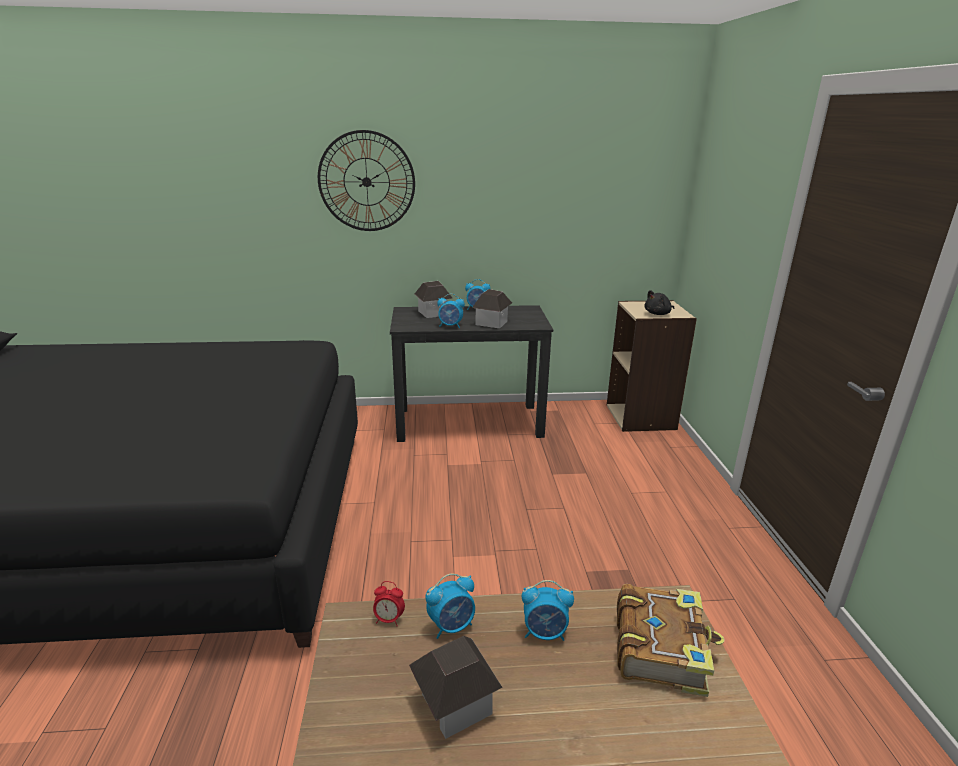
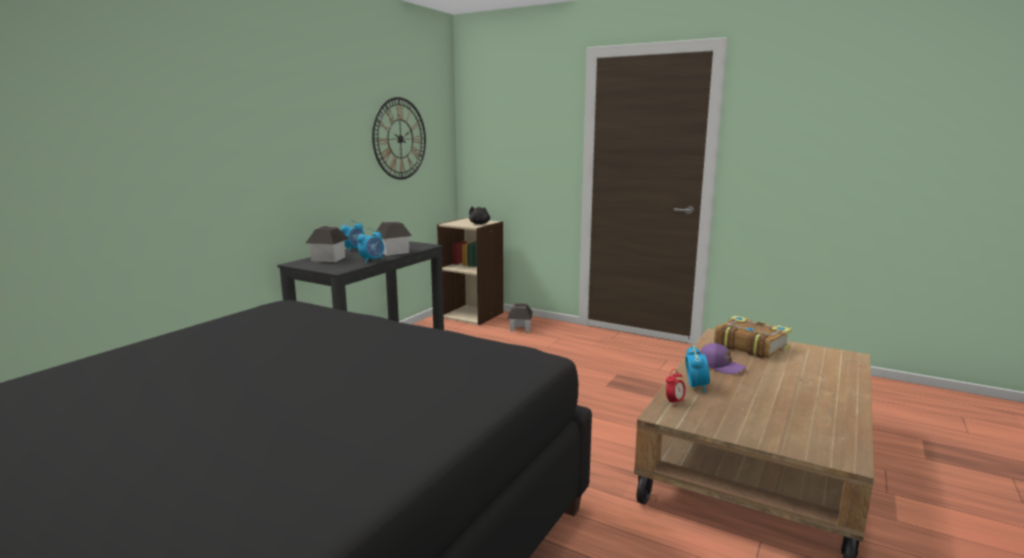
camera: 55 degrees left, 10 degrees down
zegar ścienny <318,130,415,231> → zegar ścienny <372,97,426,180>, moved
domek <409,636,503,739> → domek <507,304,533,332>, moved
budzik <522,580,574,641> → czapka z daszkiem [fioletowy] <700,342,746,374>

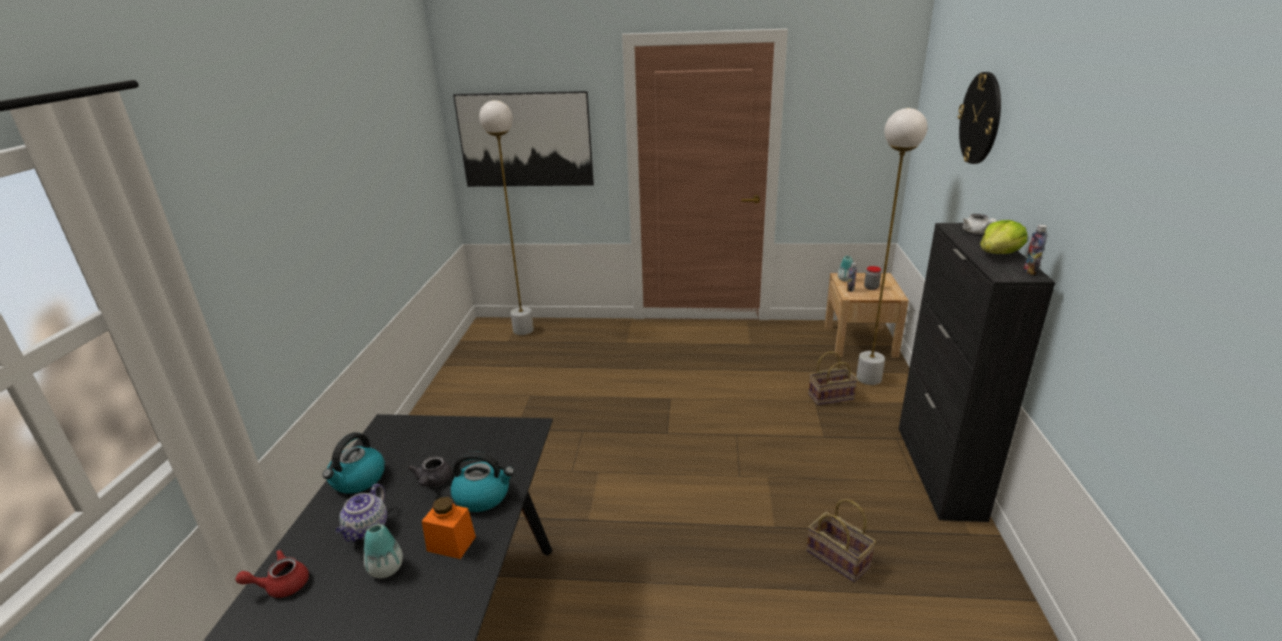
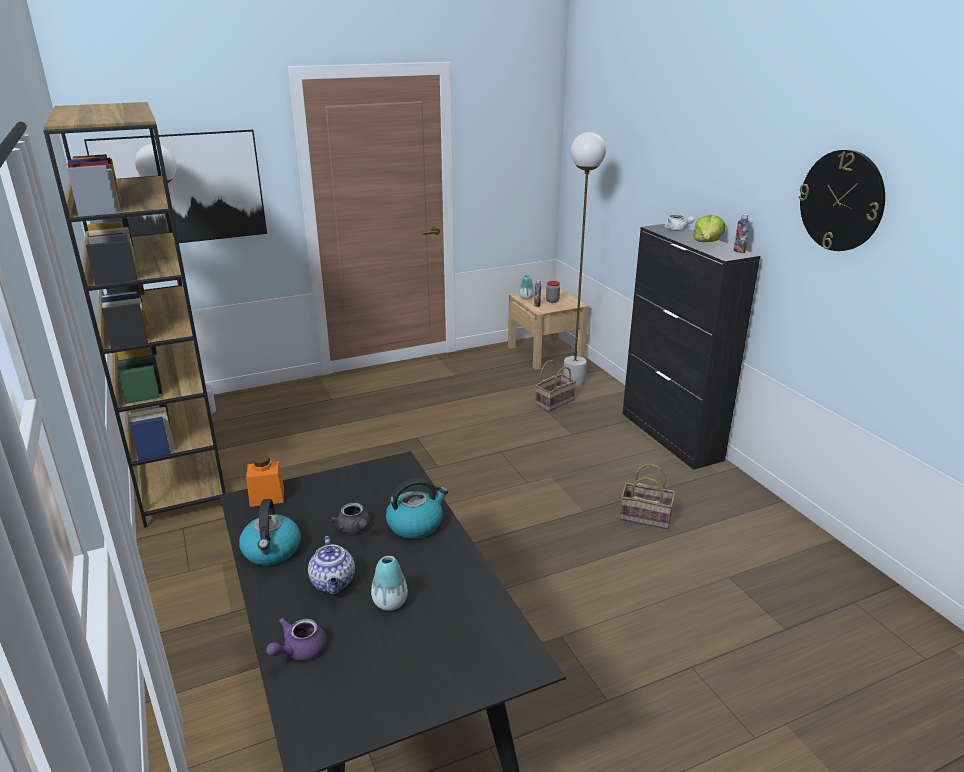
camera: 30 degrees left, 0 degrees up
imbryk [czerwony] <235,550,309,598> → imbryk [fioletowy] <266,618,327,660>
słoik [pomarańczowy] <422,497,476,559> → słoik [pomarańczowy] <246,454,284,507>, moved
zegar ścienny <958,72,1001,164> → zegar ścienny <799,150,885,251>, moved
- → regał [brązowy] <44,102,226,528>

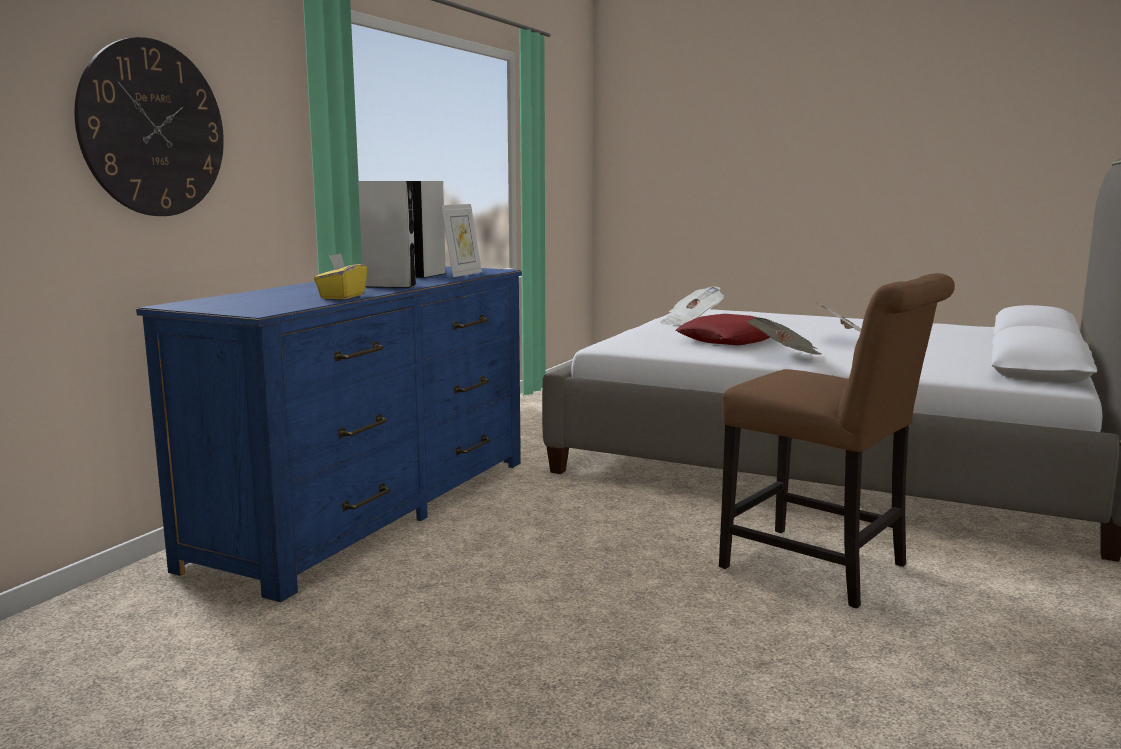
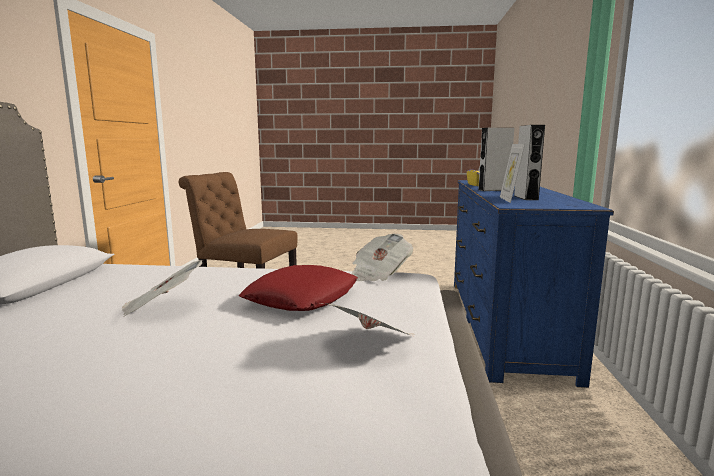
camera: 160 degrees right, 0 degrees up
zegar ścienny <74,37,224,216> → -
gazeta <747,317,821,355> → gazeta <351,233,413,281>, moved

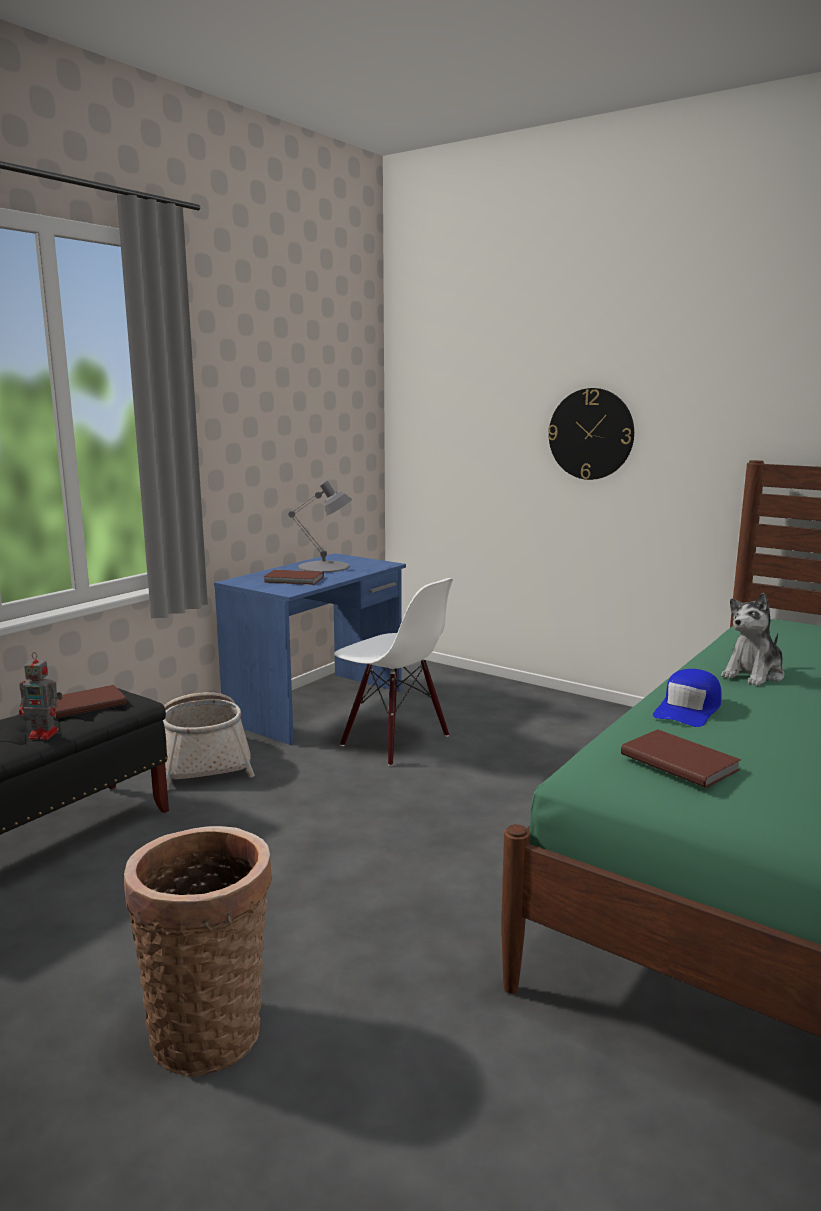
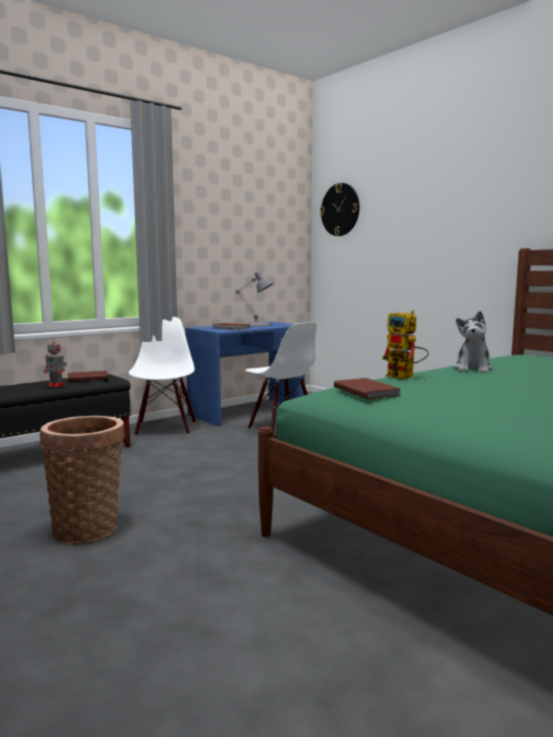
camera: 15 degrees right, 5 degrees down
koszyk <163,692,255,790> → krzesło [biały] <129,317,196,436>
zegar ścienny <548,388,634,480> → zegar ścienny <320,183,360,236>, moved
czapka z daszkiem [niebieski] <653,669,722,727> → robot zabawkowy <382,310,429,380>
pluszak <721,593,784,686> → pluszak <454,311,493,373>, 45 degrees counterclockwise

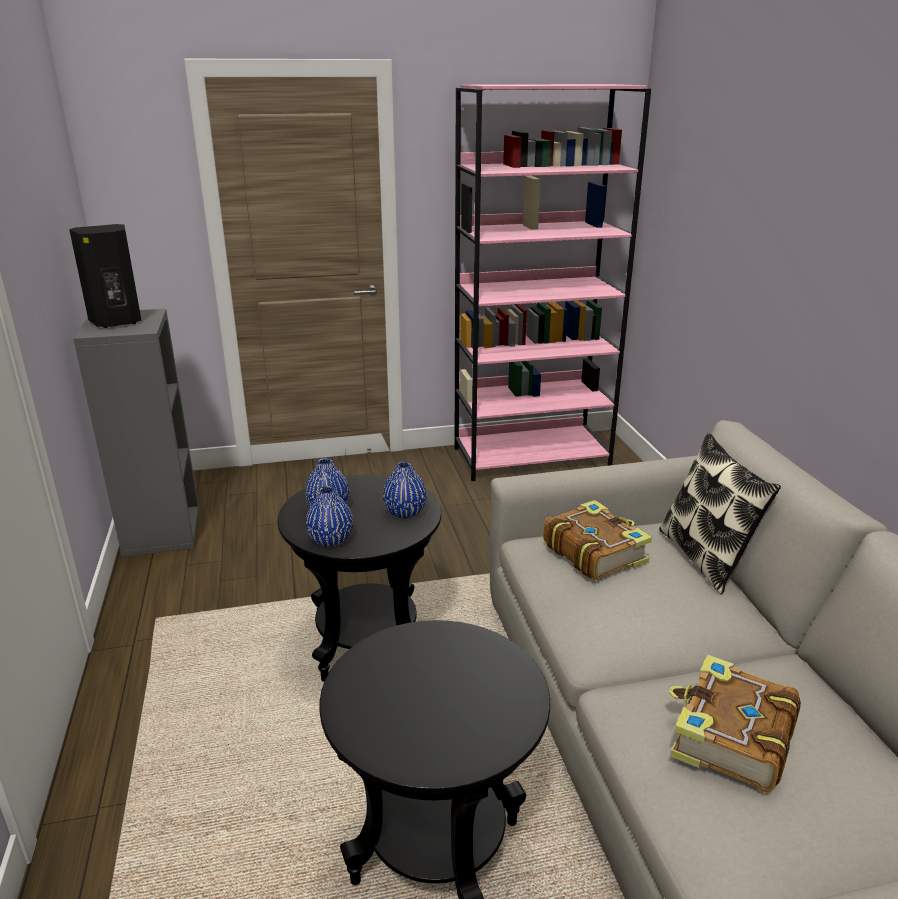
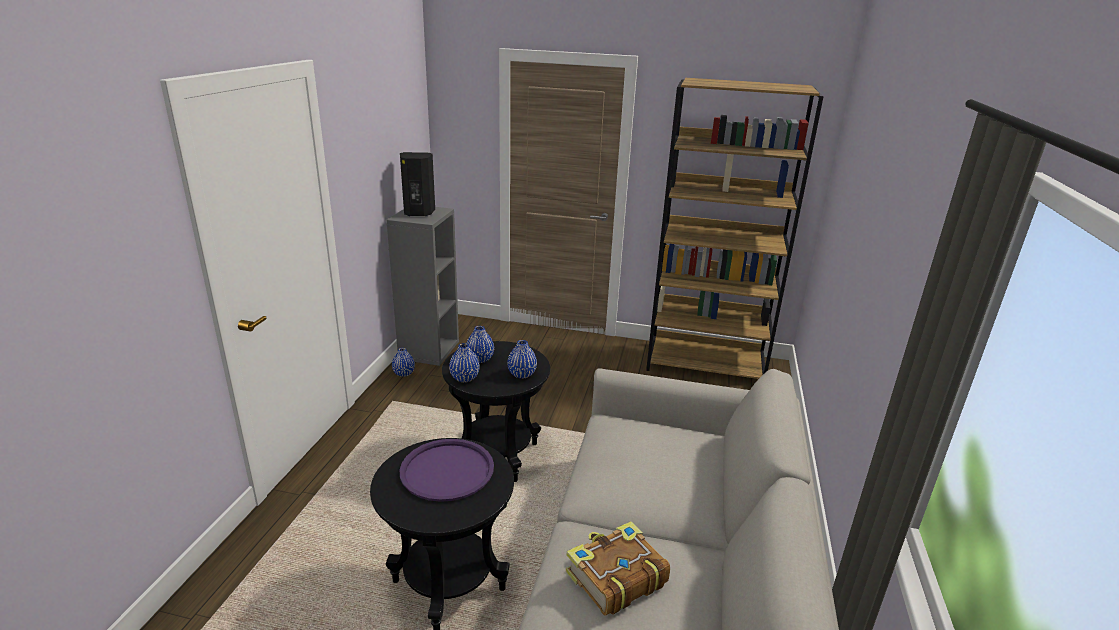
camera: 25 degrees right, 0 degrees up
regał [różowy] <454,84,651,481> → regał [brązowy] <646,78,824,379>
książka <543,500,652,580> → -
poduszka <659,433,781,595> → -
- → wazon [niebieski] <392,348,415,377>
- → taca [fioletowy] <399,439,494,502>

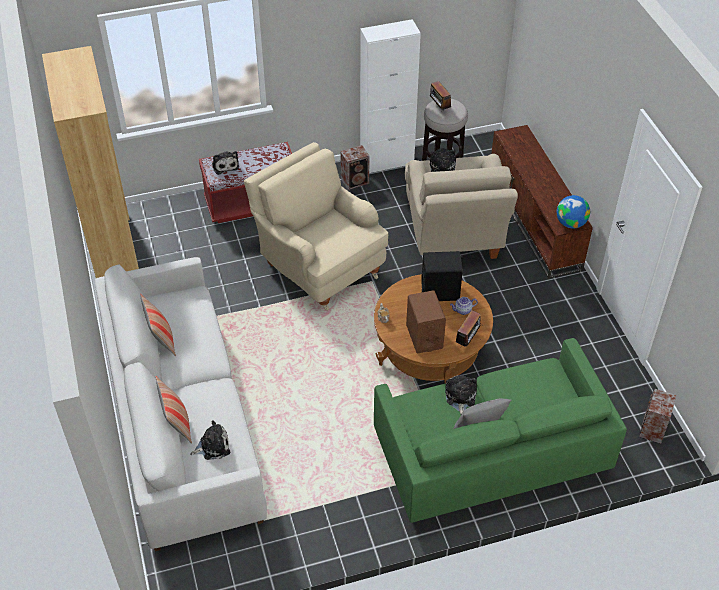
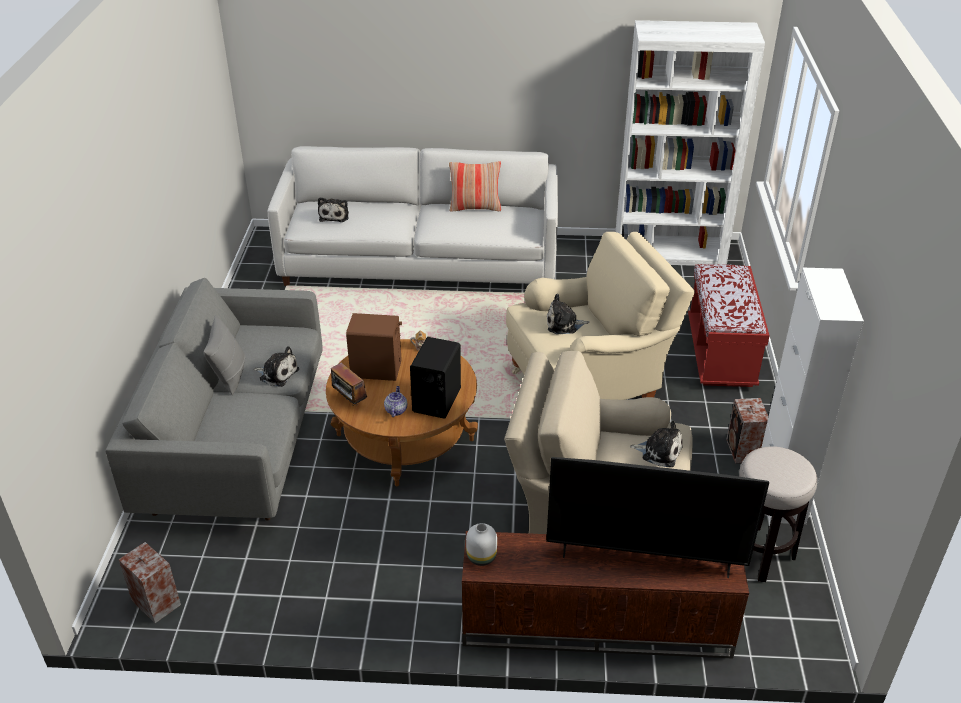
camera: 110 degrees right, 10 degrees down
regał [brązowy] <42,46,139,278> → regał [biały] <615,20,765,266>
poduszka <155,376,192,444> → -
pluszak <212,151,239,175> → pluszak <547,294,589,334>, moved
kanapa [zielony] <374,338,627,523> → kanapa [szary] <105,278,323,520>
radio <430,81,452,110> → -
globus <557,195,590,229> → wazon [biały] <466,523,497,566>
- → telewizor <546,457,769,578>

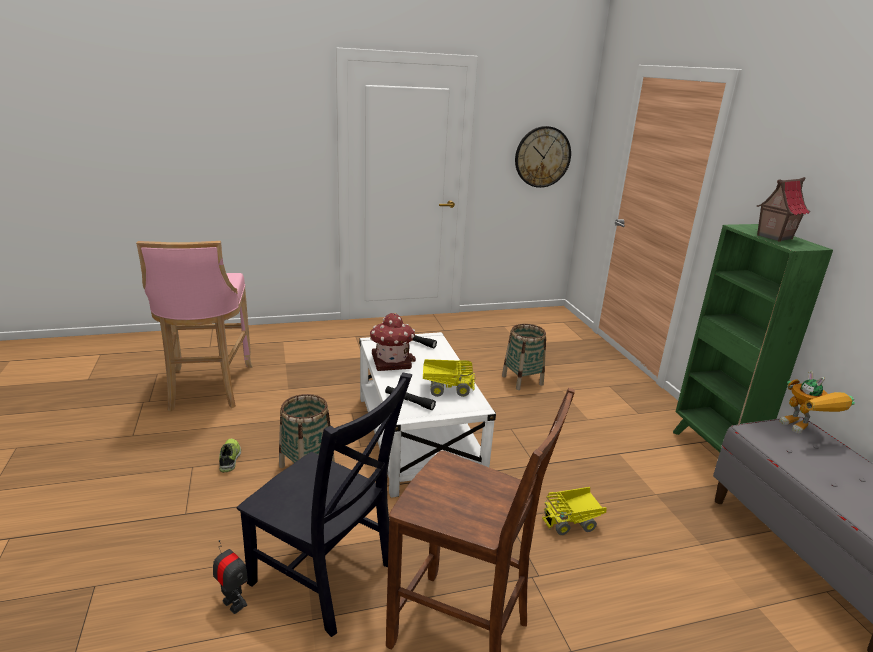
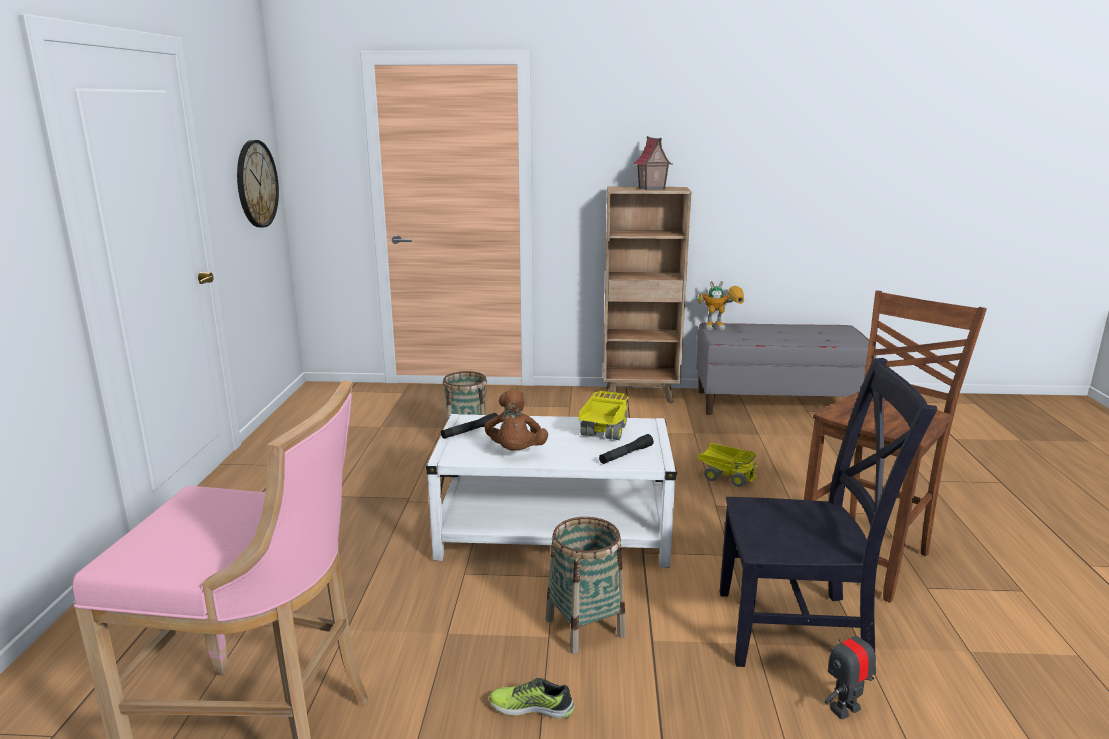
camera: 70 degrees left, 5 degrees down
krzesło [czarny] <237,373,413,637> → krzesło [czarny] <720,358,937,674>, 45 degrees clockwise
domek <370,313,416,371> → pluszak [brązowy] <484,390,548,451>
ciężarówka zabawkowa <542,487,606,535> → ciężarówka zabawkowa <697,443,757,487>, 60 degrees counterclockwise
regał [zielony] <673,224,833,452> → regał [brązowy] <603,187,691,404>

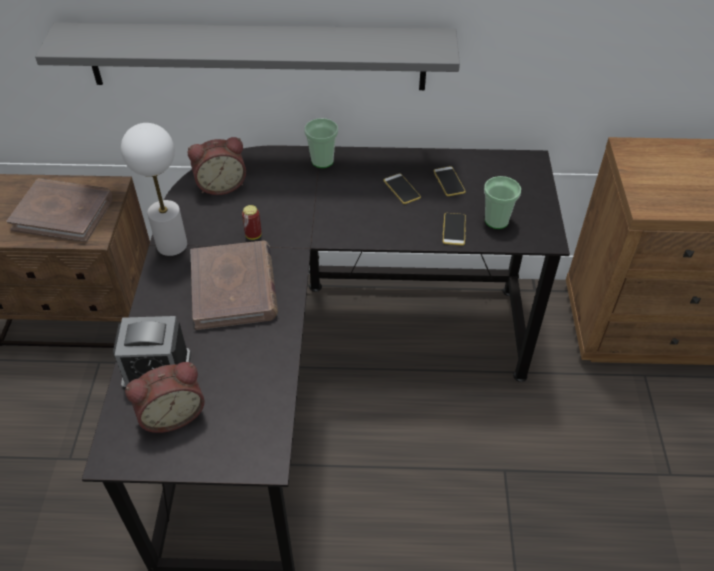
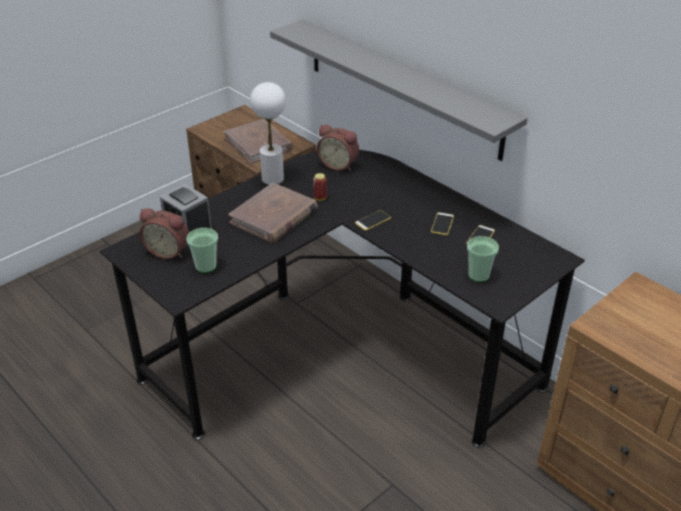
camera: 45 degrees right, 10 degrees down
filiżanka <304,118,338,168> → filiżanka <186,228,218,273>, moved
telefon <443,213,466,246> → telefon <355,210,391,231>, moved

